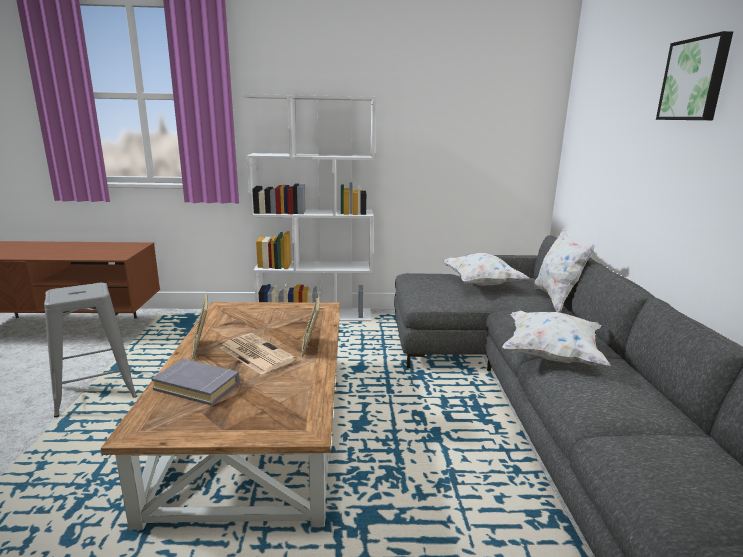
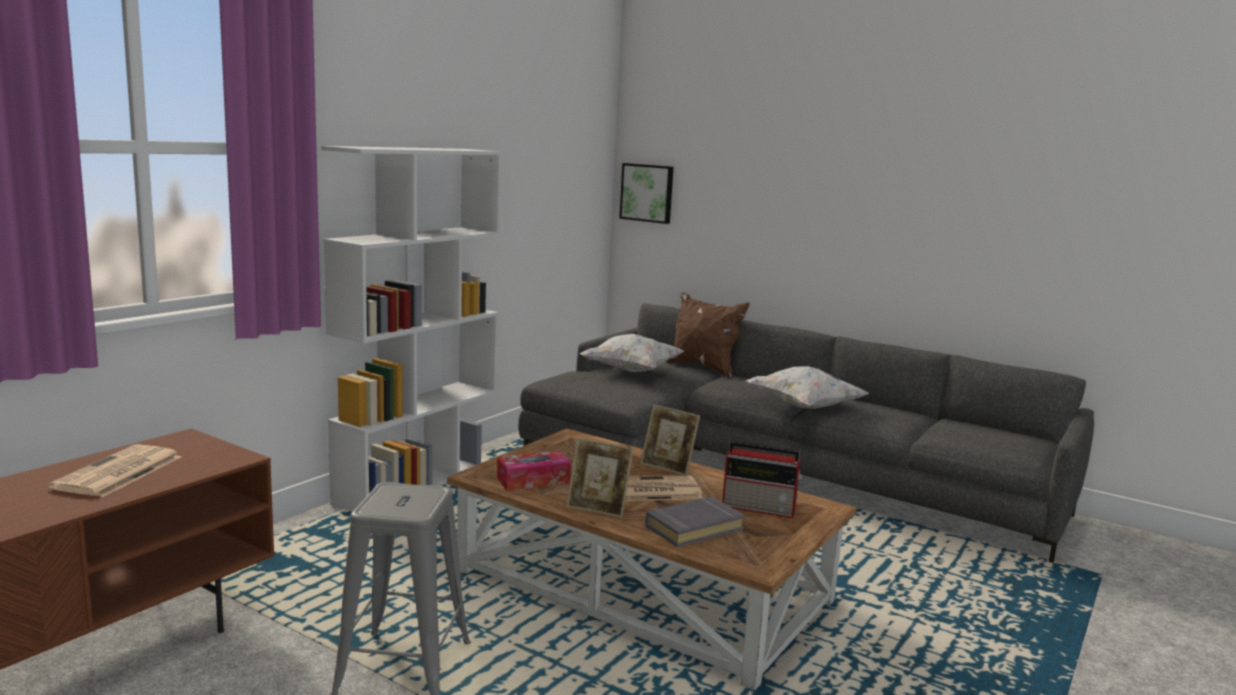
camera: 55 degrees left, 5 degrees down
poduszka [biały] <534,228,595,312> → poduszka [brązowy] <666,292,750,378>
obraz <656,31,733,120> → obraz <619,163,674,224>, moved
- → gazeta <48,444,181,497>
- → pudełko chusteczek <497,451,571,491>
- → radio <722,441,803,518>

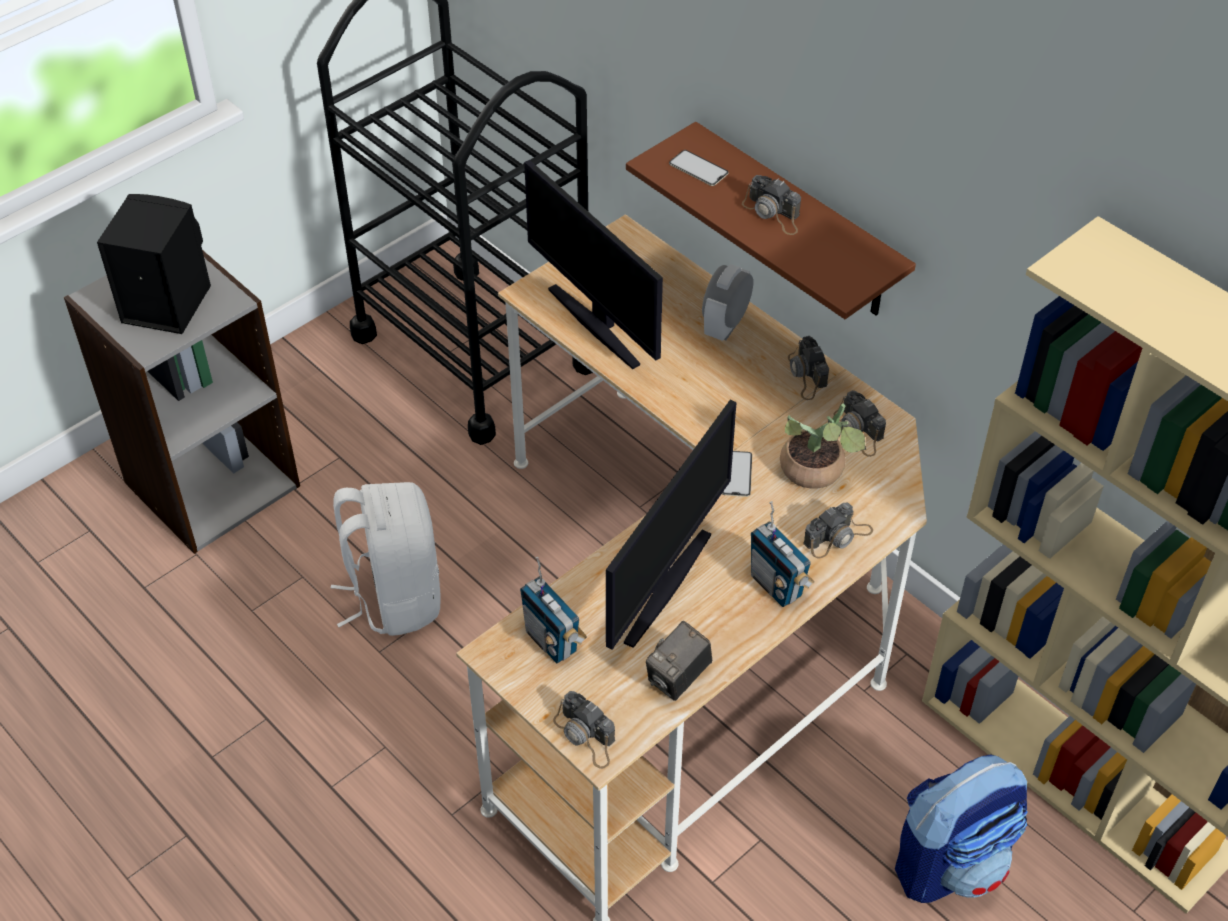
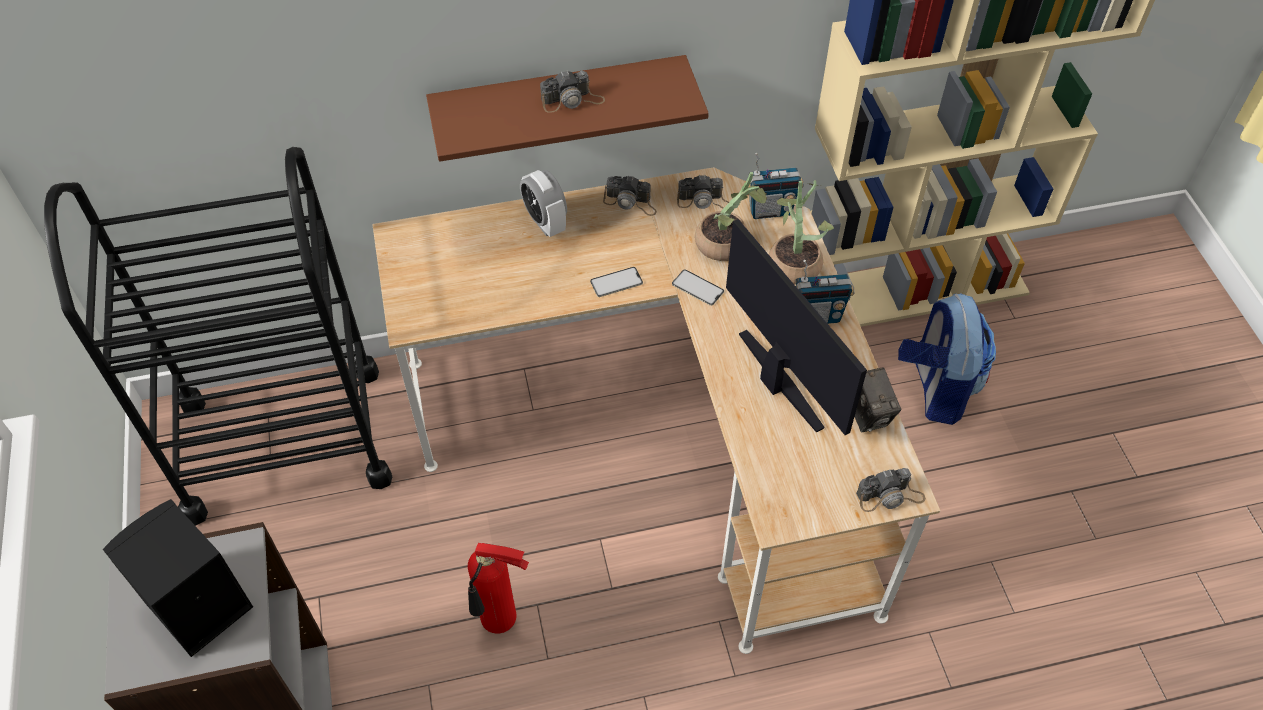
camera: 60 degrees left, 5 degrees up
plecak [biały] <331,482,441,636> → gaśnica <468,542,529,634>
radio <520,557,587,663> → radio <748,153,804,219>, moved
monitor <524,160,663,369> → -
telefon <669,150,729,186> → telefon <590,267,643,297>, moved
aparat fotograficzny <803,503,873,558> → roślina doniczkowa <769,180,834,285>

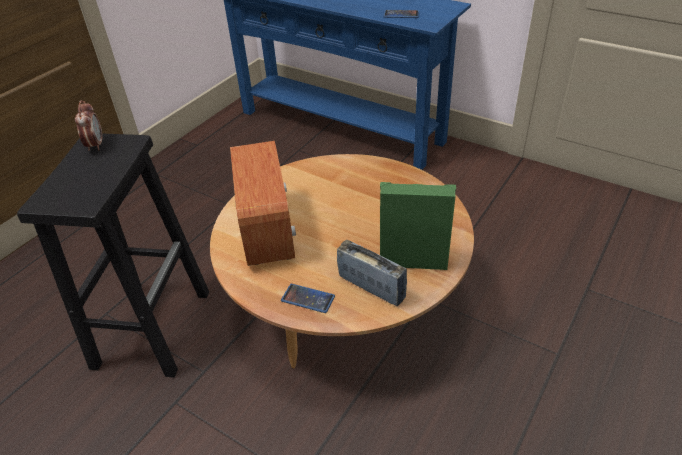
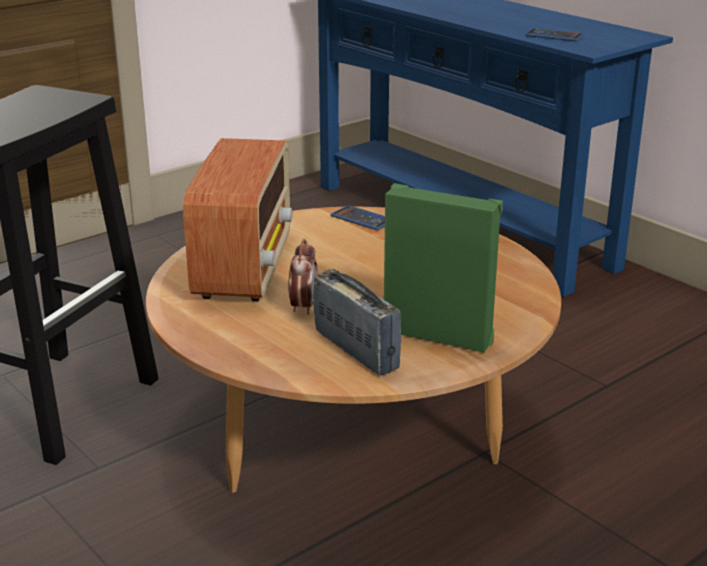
camera: 15 degrees right, 15 degrees down
budzik <75,100,102,150> → budzik <289,239,318,315>, moved
telefon <281,284,335,313> → telefon <331,205,385,230>, moved

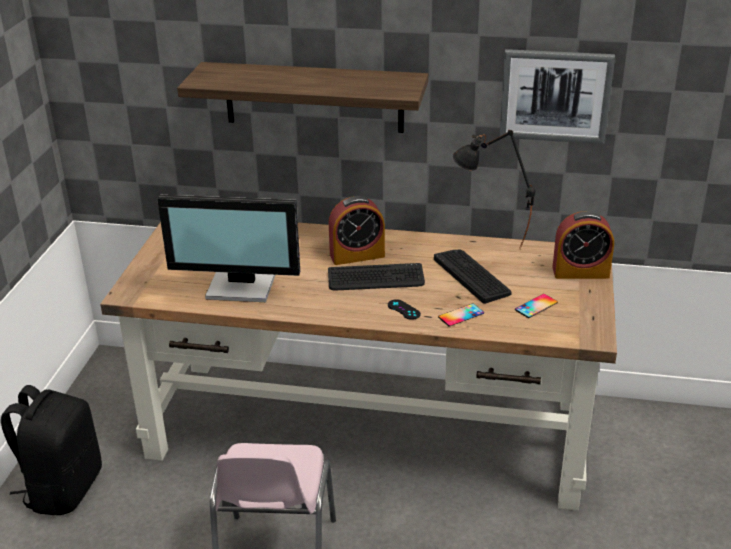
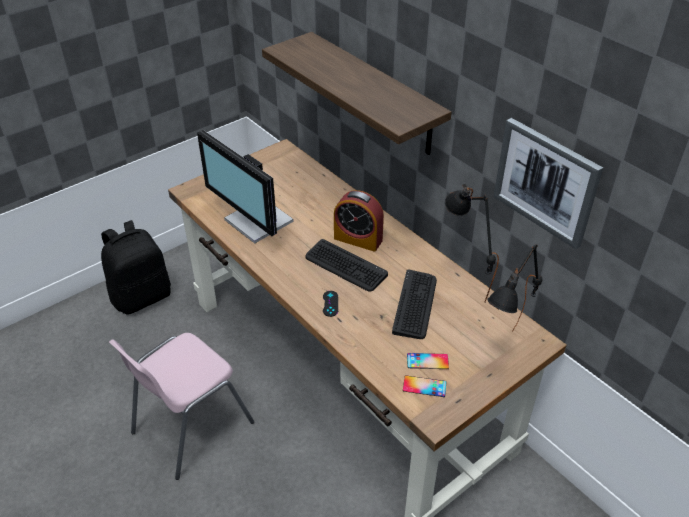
camera: 40 degrees right, 10 degrees up
telefon <438,303,484,327> → telefon <403,375,446,397>, moved
budzik <552,211,614,279> → lampa stołowa [czarny] <487,244,542,332>

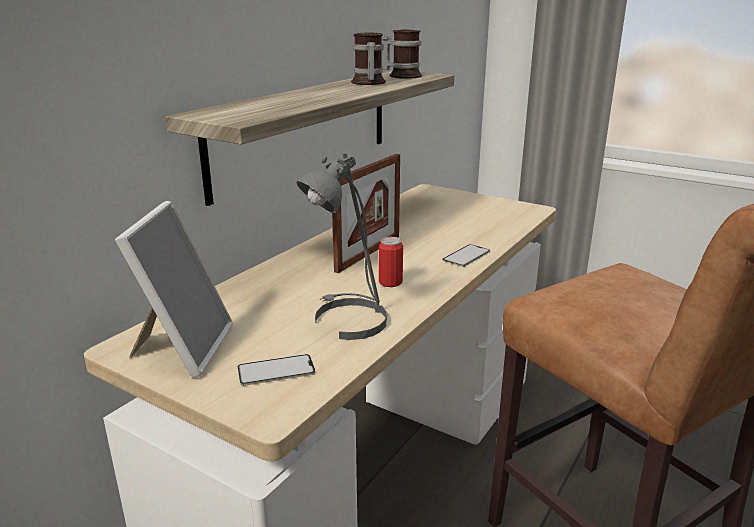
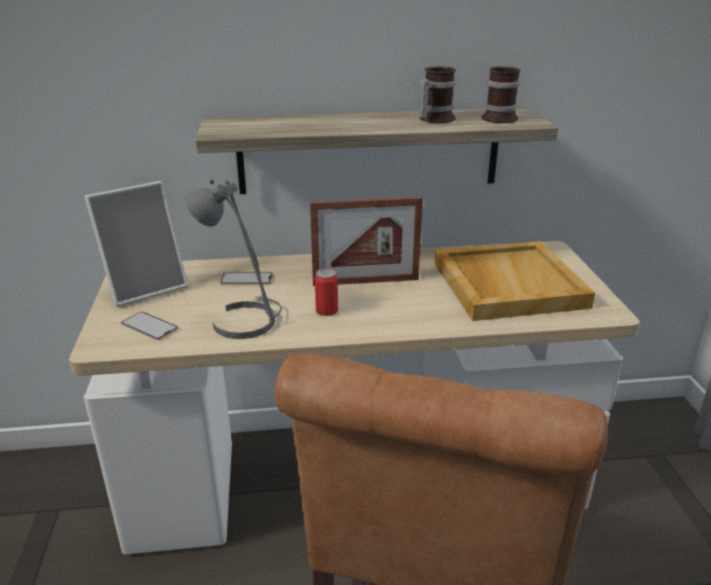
camera: 50 degrees right, 5 degrees up
telefon <443,244,490,267> → telefon <220,272,273,285>, moved
- → taca [beżowy] <435,241,595,321>

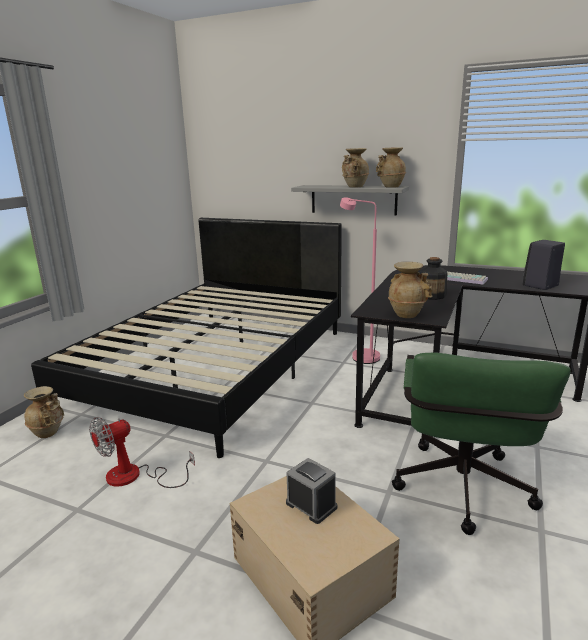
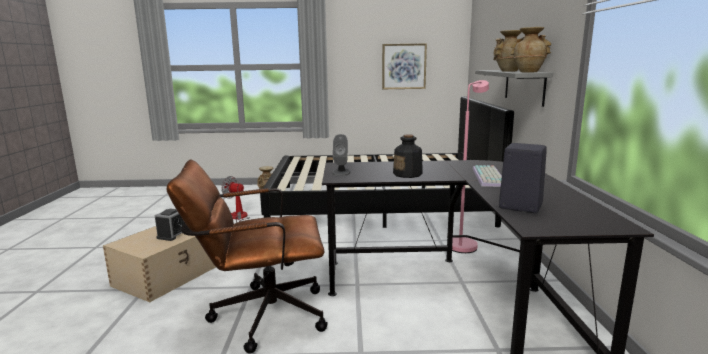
camera: 65 degrees right, 5 degrees down
wazon [beżowy] <388,262,433,318> → głośnik [szary] <332,134,350,176>
krzesło biurowe [zielony] <392,353,571,535> → krzesło biurowe [brązowy] <167,160,328,354>
- → obraz <382,43,427,89>

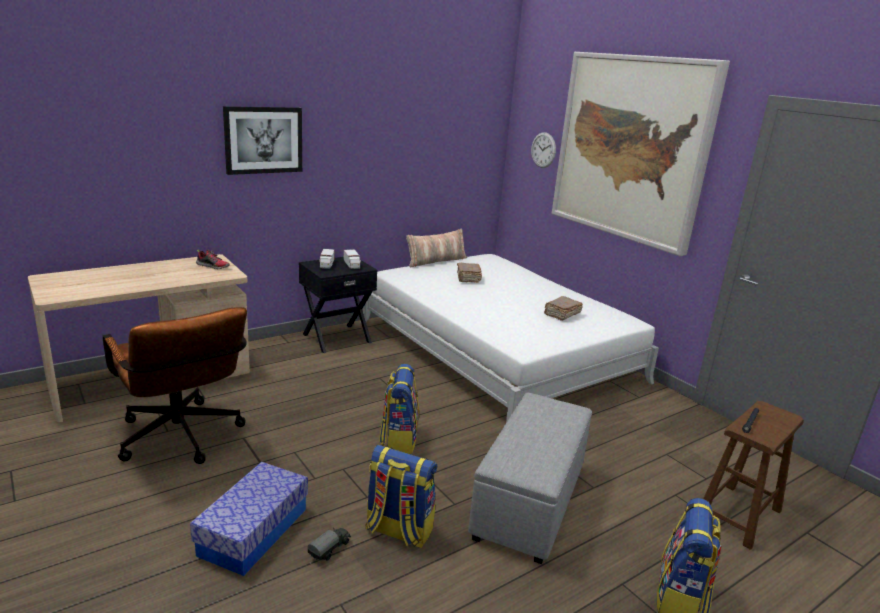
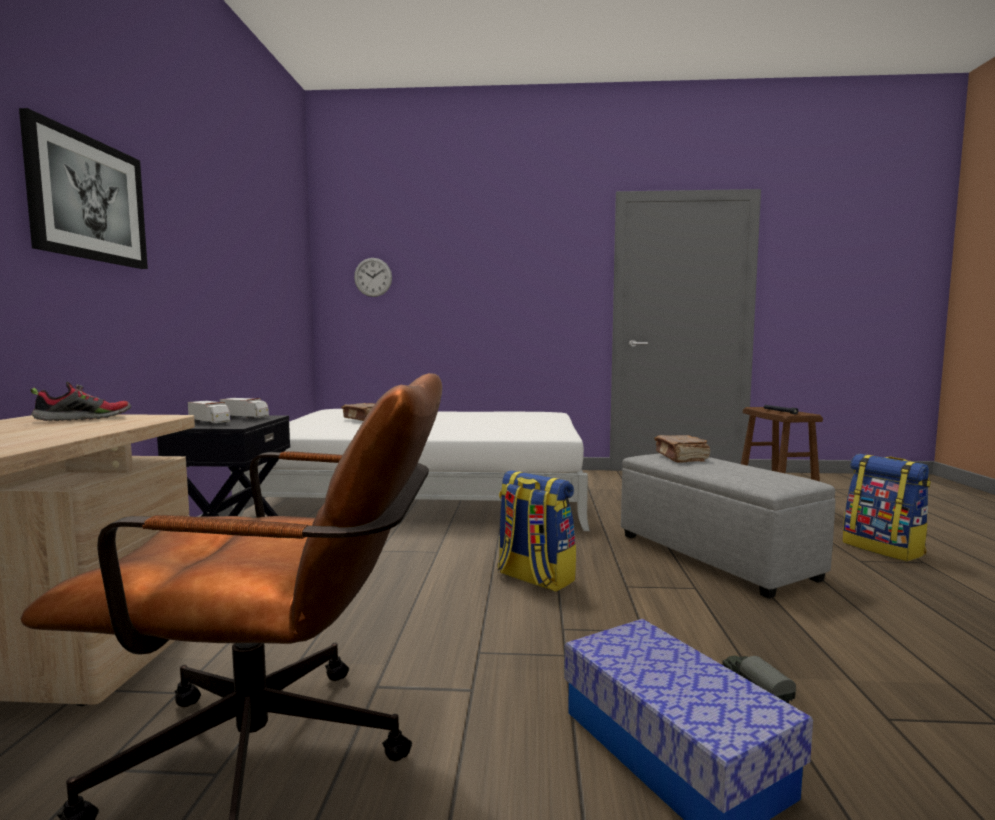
camera: 50 degrees left, 15 degrees down
plecak <365,445,437,548> → -
poduszka <406,229,467,268> → -
książka [brązowy] <544,296,583,321> → książka [brązowy] <654,435,711,463>, moved
obraz <552,52,730,256> → -

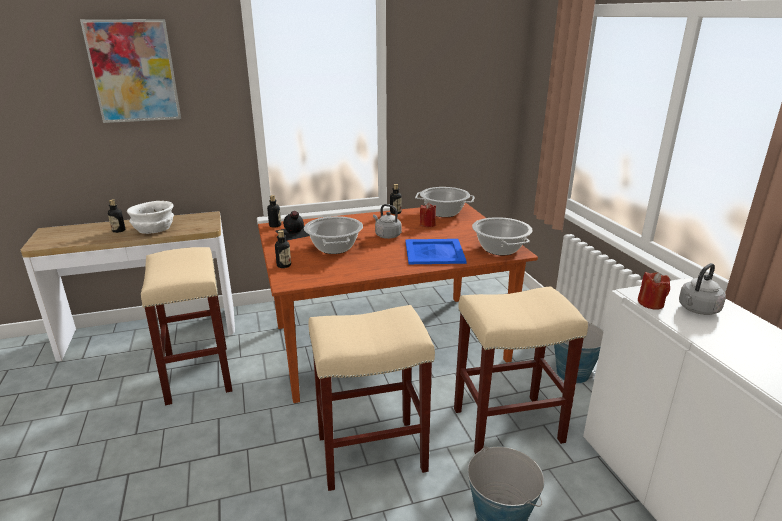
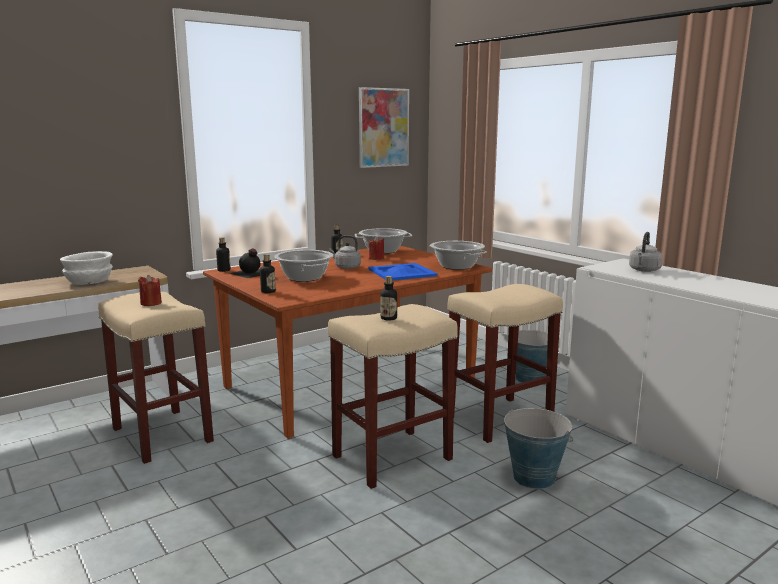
camera: 20 degrees left, 10 degrees down
obraz <80,19,181,123> → obraz <359,87,409,168>, moved
butelka <108,199,125,233> → butelka <380,276,397,320>, moved
świeca [czerwony] <638,272,670,310> → świeca [czerwony] <138,275,162,306>, moved

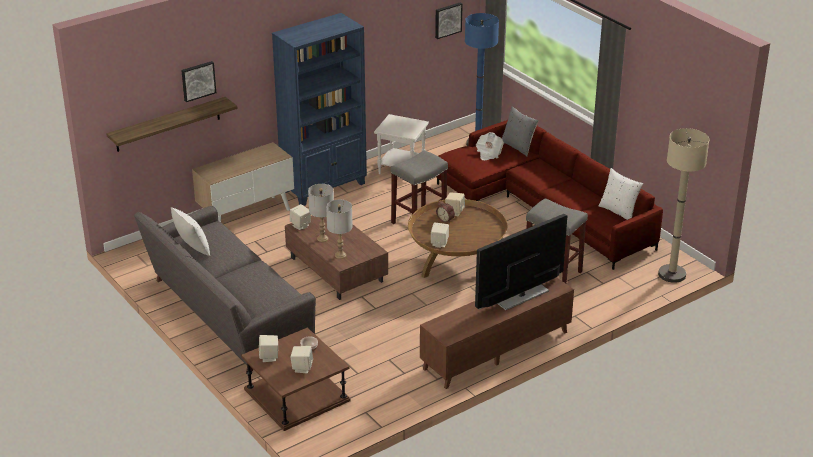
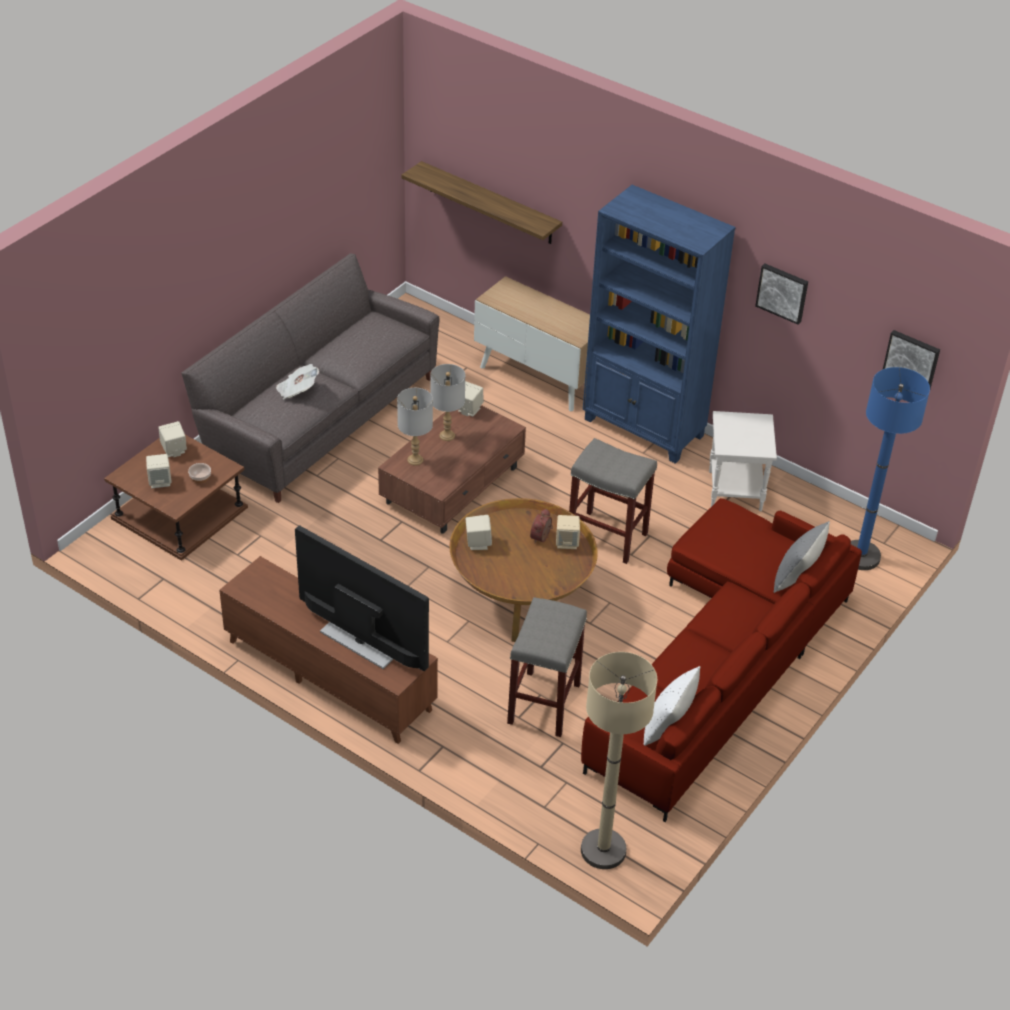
camera: 70 degrees right, 10 degrees up
poduszka [biały] <171,207,210,256> → -
obraz <181,61,216,102> → obraz <755,263,808,325>, moved
gazeta <476,132,504,160> → gazeta <276,364,319,399>, moved

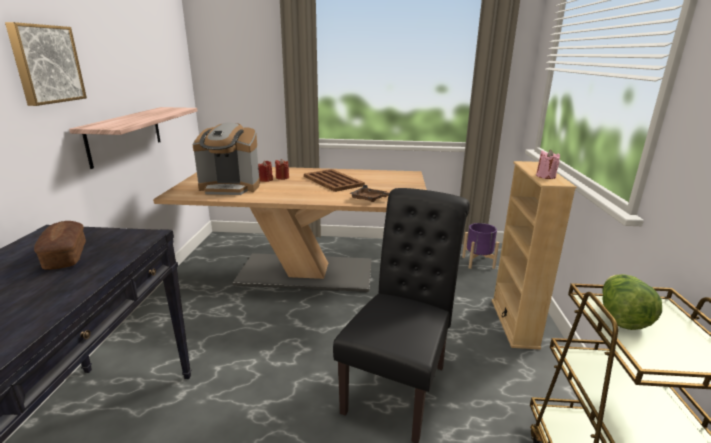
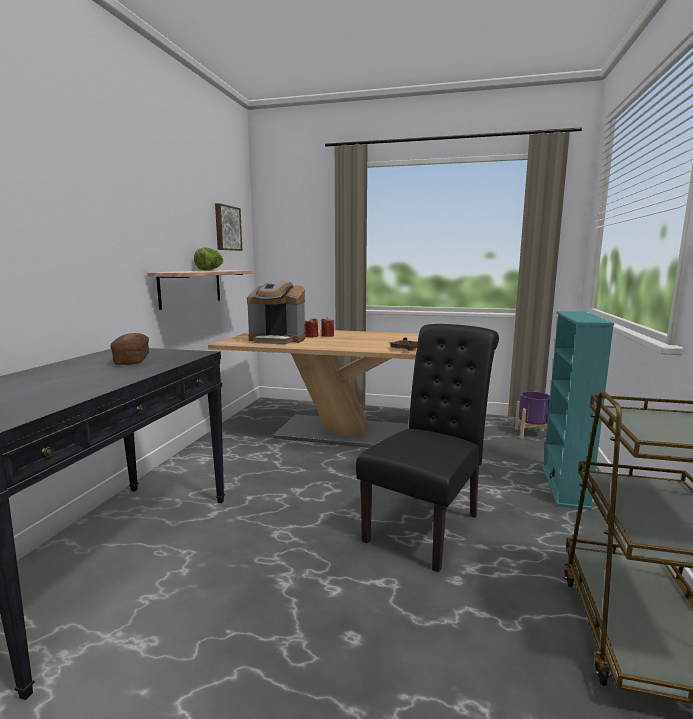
camera: 10 degrees right, 10 degrees down
obraz <5,22,87,106> → obraz <215,203,243,251>, moved
taca [brązowy] <304,169,365,192> → -
regał [beżowy] <492,161,576,349> → regał [turkusowy] <542,311,614,510>
świeca [różowy] <536,150,560,179> → -
sałata <602,274,662,330> → sałata <194,247,223,271>, moved

